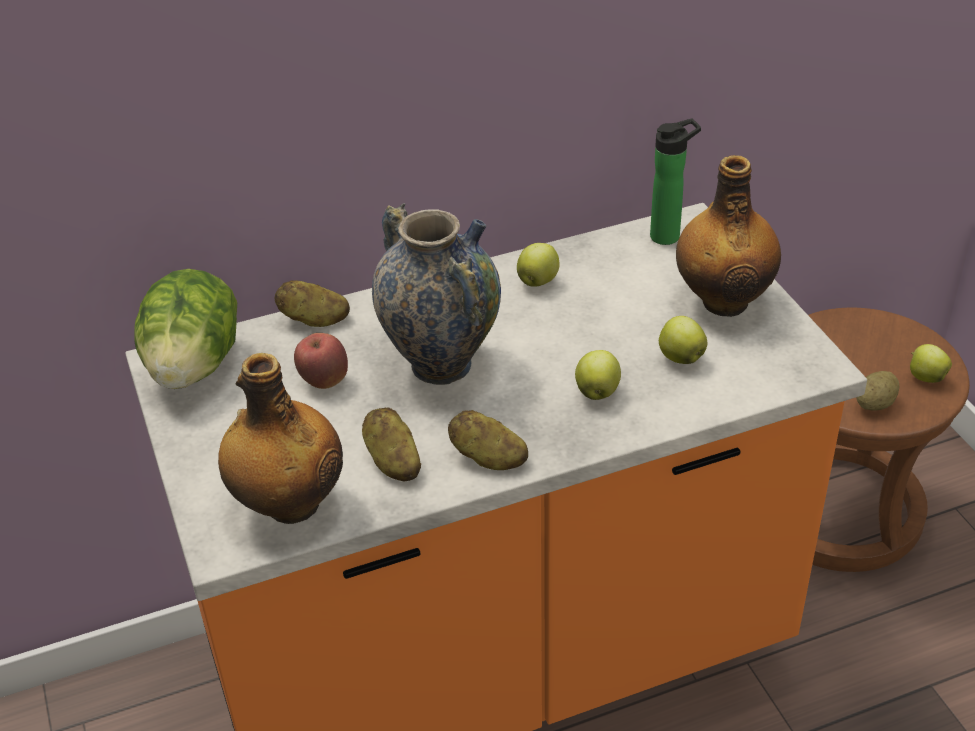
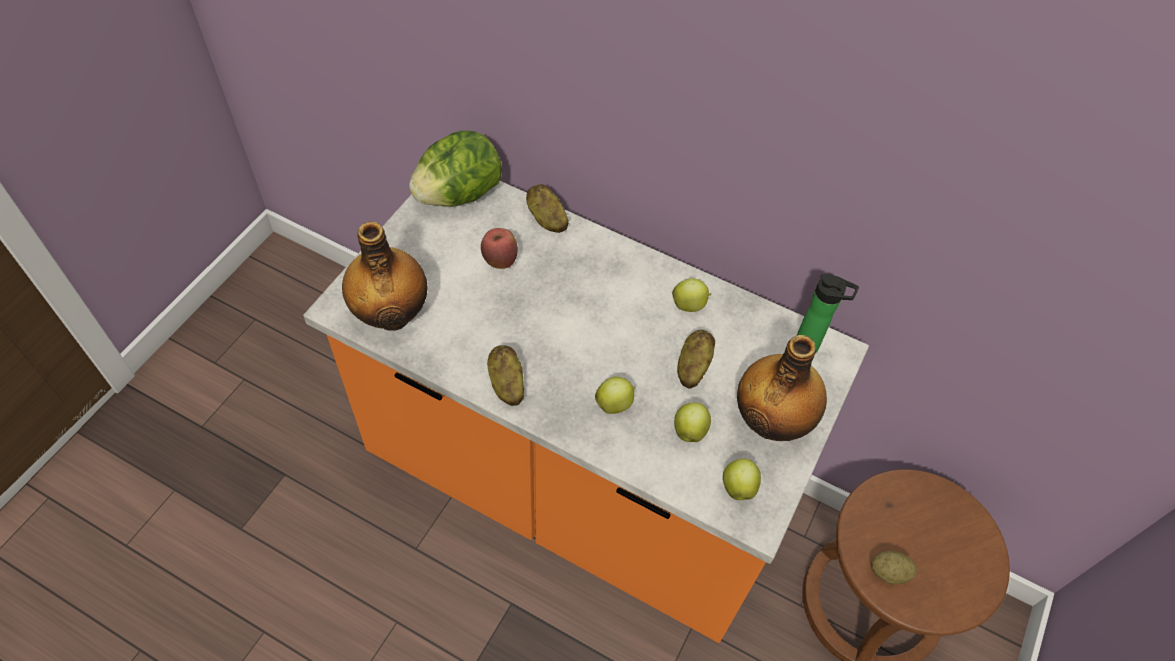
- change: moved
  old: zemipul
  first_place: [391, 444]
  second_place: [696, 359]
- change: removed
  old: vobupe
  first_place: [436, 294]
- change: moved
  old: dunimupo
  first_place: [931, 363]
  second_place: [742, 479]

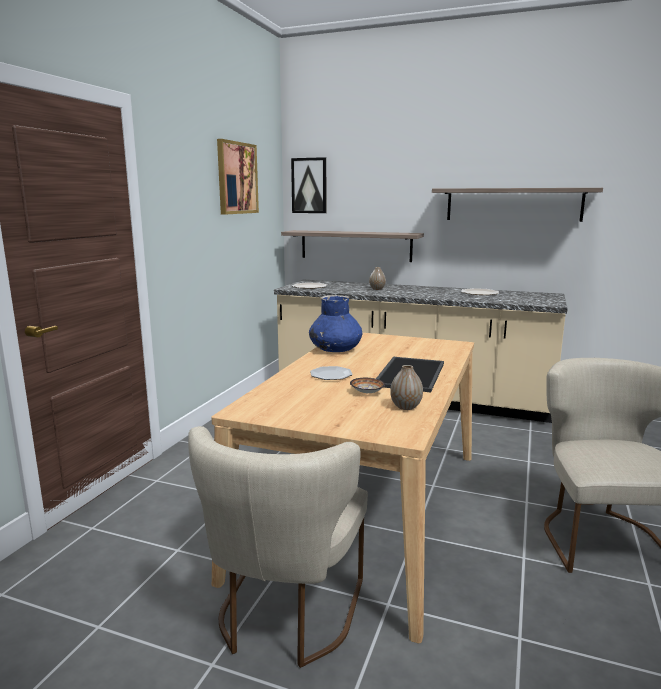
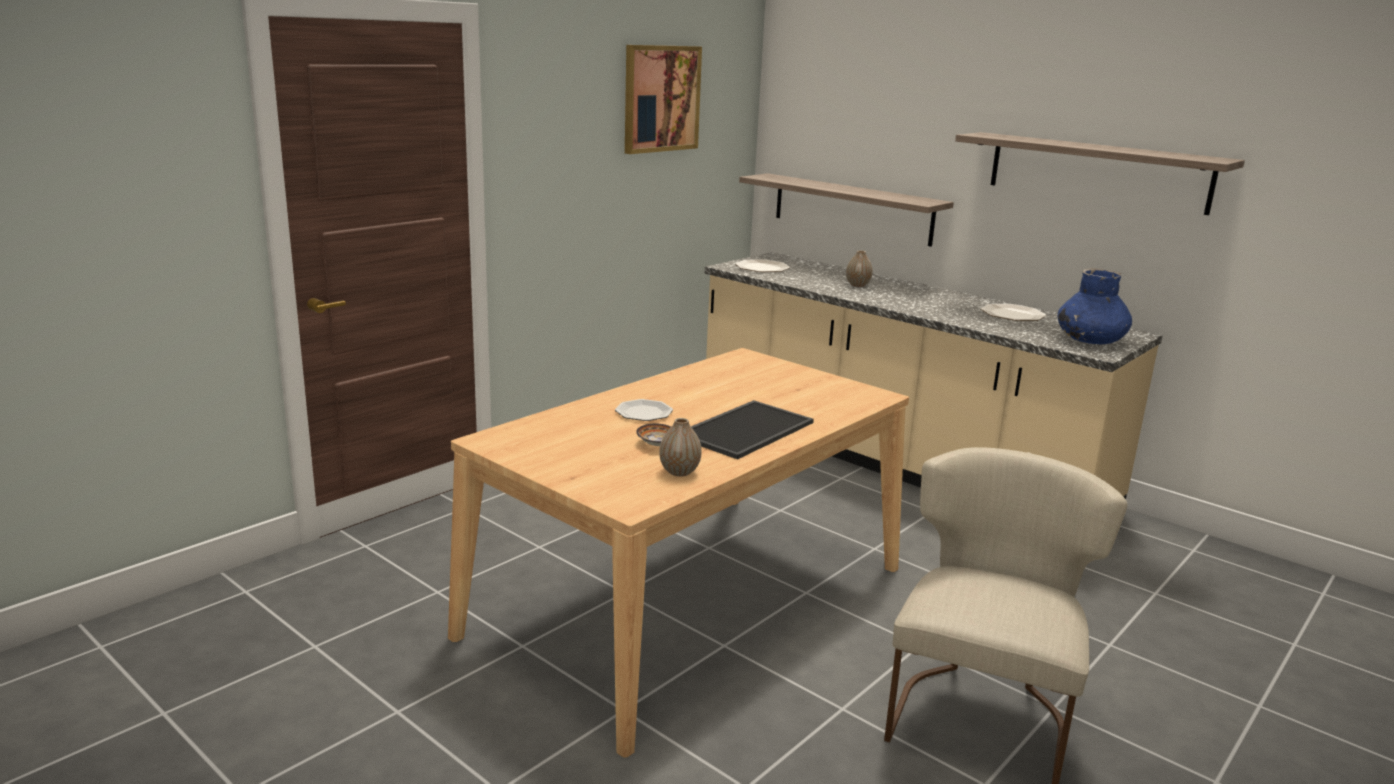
- change: removed
  old: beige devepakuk
  first_place: [278, 547]
- change: removed
  old: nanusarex
  first_place: [308, 185]
- change: moved
  old: blue vobupe
  first_place: [336, 323]
  second_place: [1095, 306]

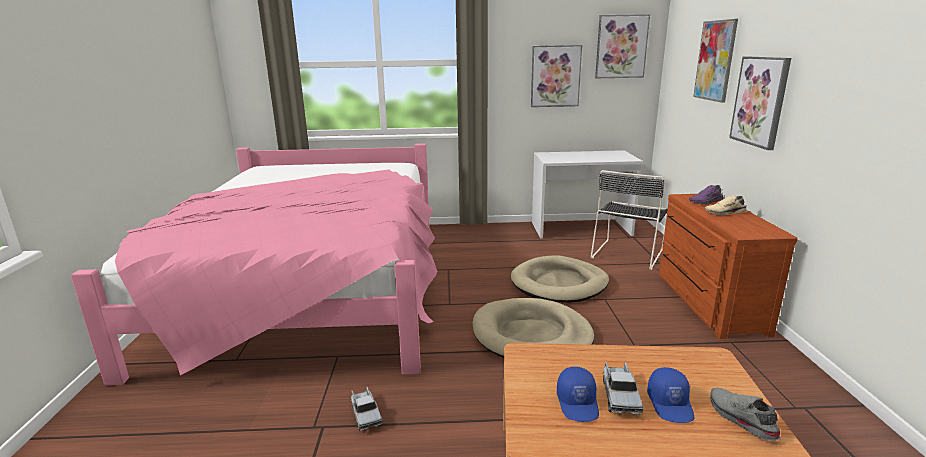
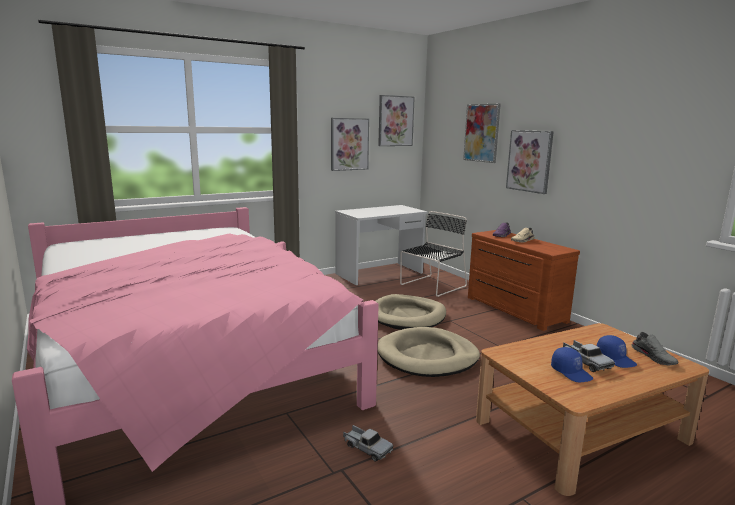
- change: turned
  old: black devepakuk
  first_place: [629, 220]
  second_place: [433, 254]
  degrees: -135
- change: turned
  old: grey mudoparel
  first_place: [745, 414]
  second_place: [655, 348]
  degrees: -150

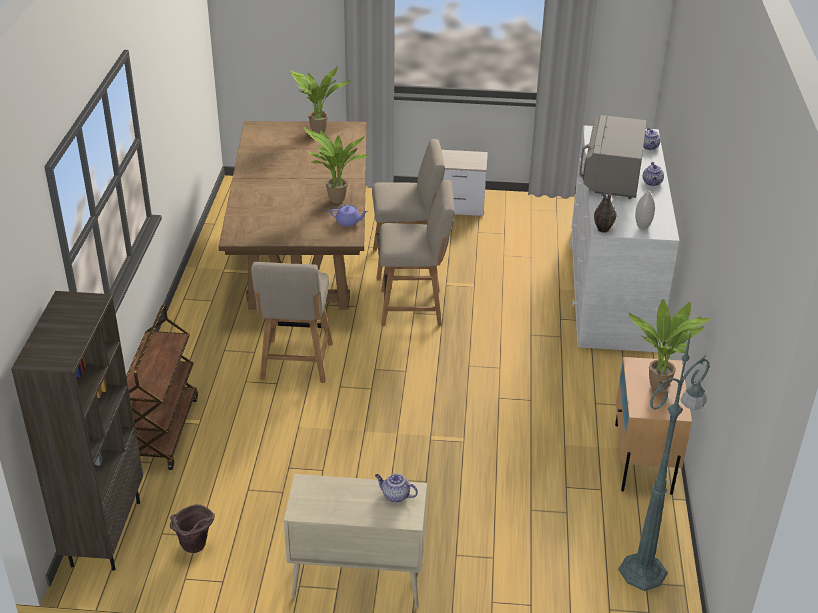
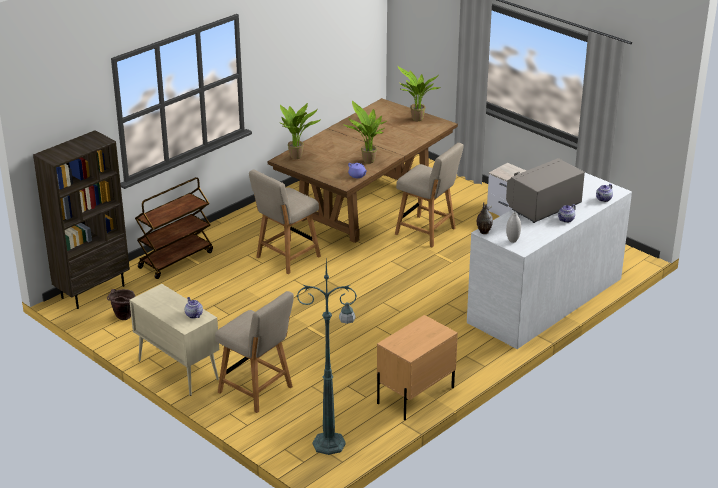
- change: moved
  old: beige devepakuk
  first_place: [417, 253]
  second_place: [254, 352]
- change: moved
  old: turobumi
  first_place: [670, 345]
  second_place: [300, 131]

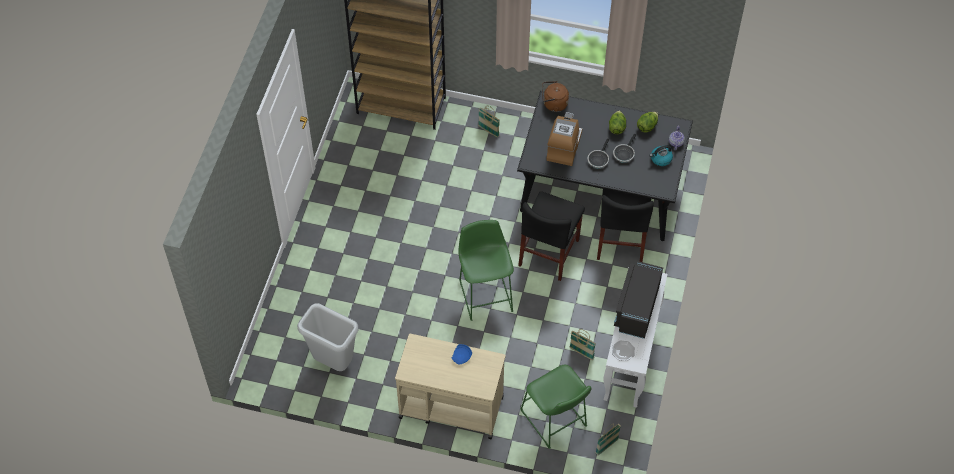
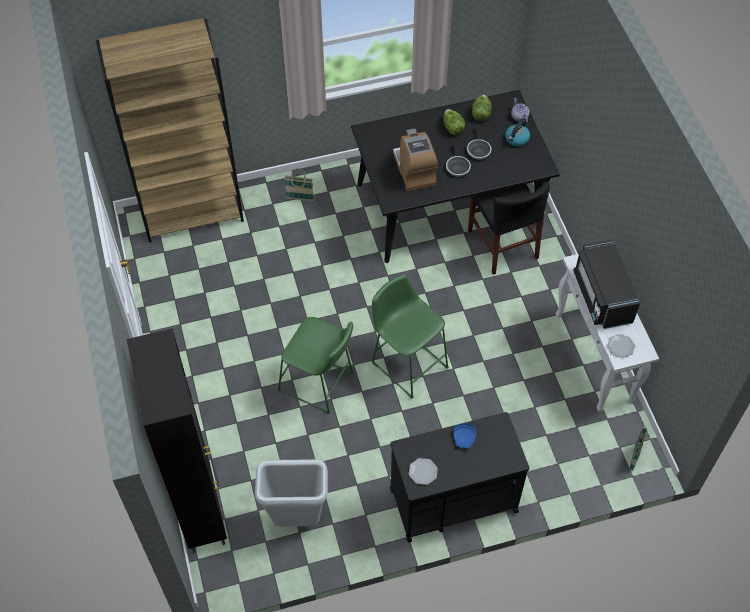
- change: recoloured
  old: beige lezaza
  new: black lezaza
  first_place: [450, 386]
  second_place: [459, 477]
- change: removed
  old: black devepakuk
  first_place: [551, 236]
- change: moved
  old: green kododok
  first_place: [555, 406]
  second_place: [315, 365]
- change: removed
  old: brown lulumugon
  first_place: [555, 96]
- change: removed
  old: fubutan
  first_place: [582, 344]
- change: added
  new: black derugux
  second_place: [177, 440]
- change: added
  new: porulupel
  second_place: [423, 471]

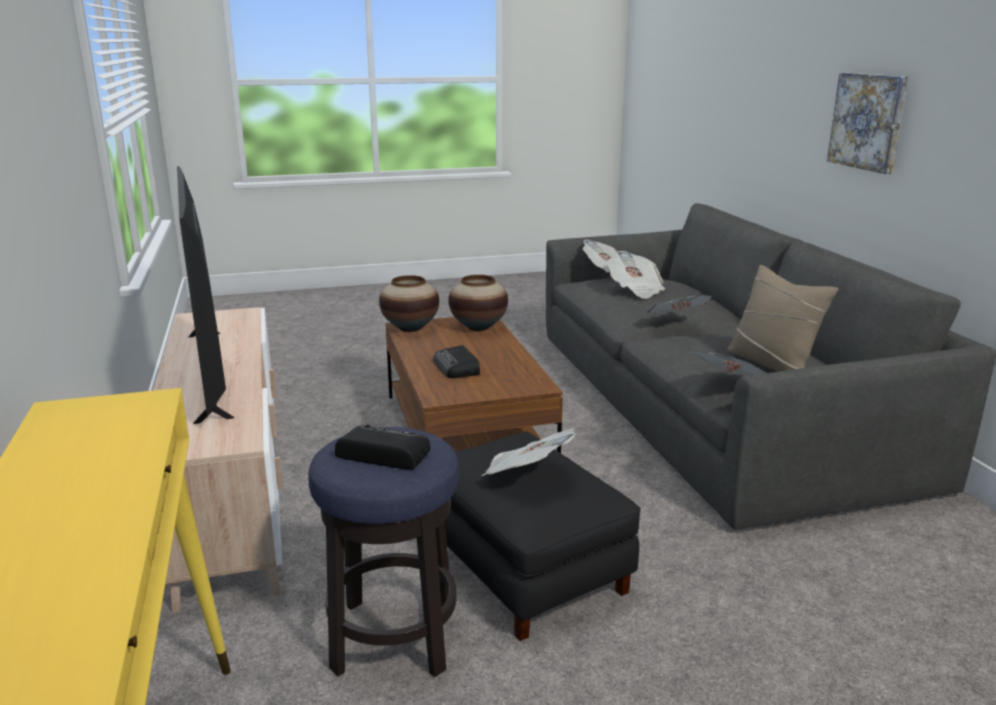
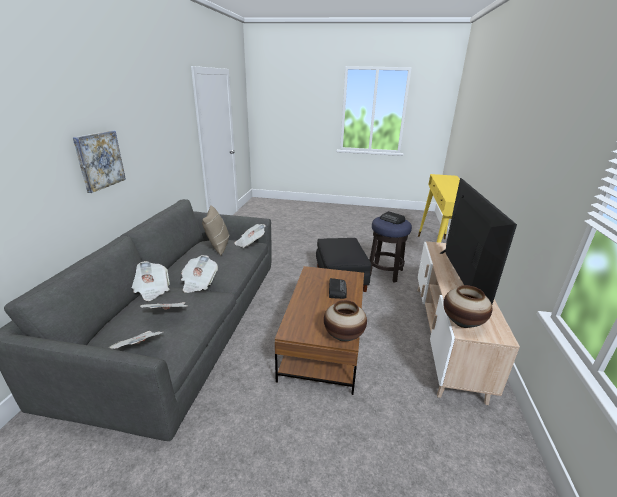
- change: moved
  old: vobupe
  first_place: [478, 303]
  second_place: [467, 306]
- change: moved
  old: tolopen
  first_place: [528, 452]
  second_place: [150, 281]

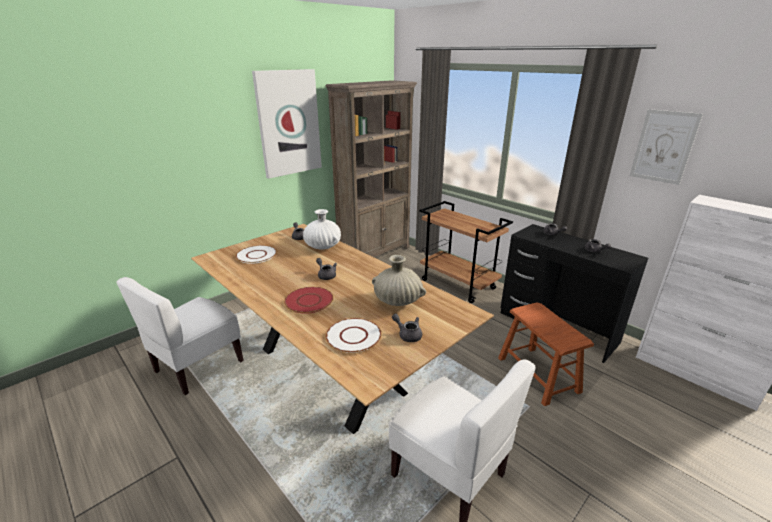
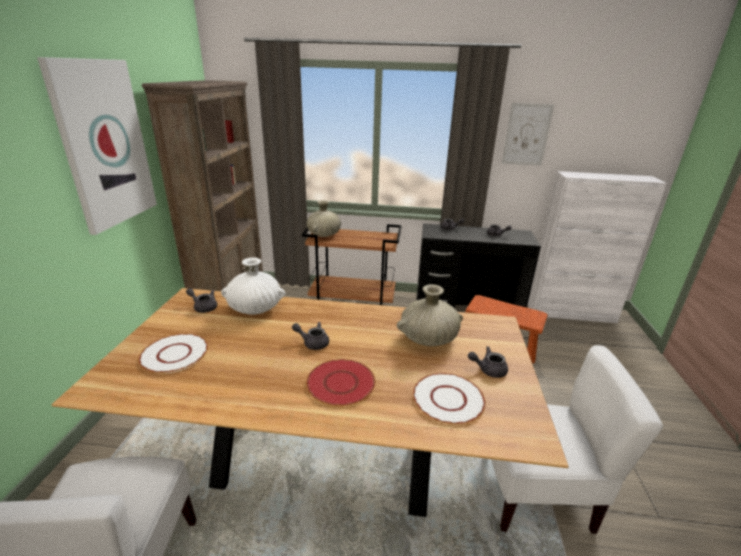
- change: added
  new: beige vobupe
  second_place: [323, 218]

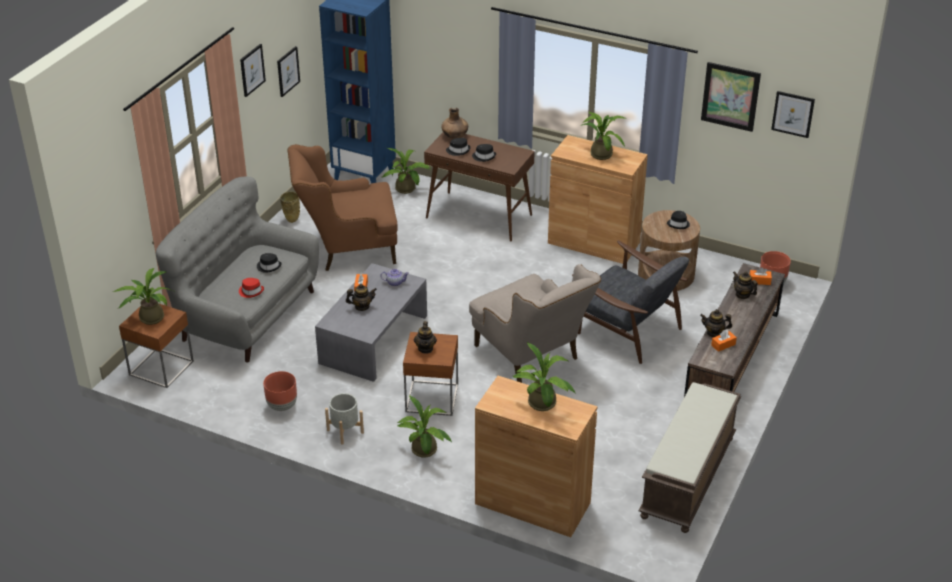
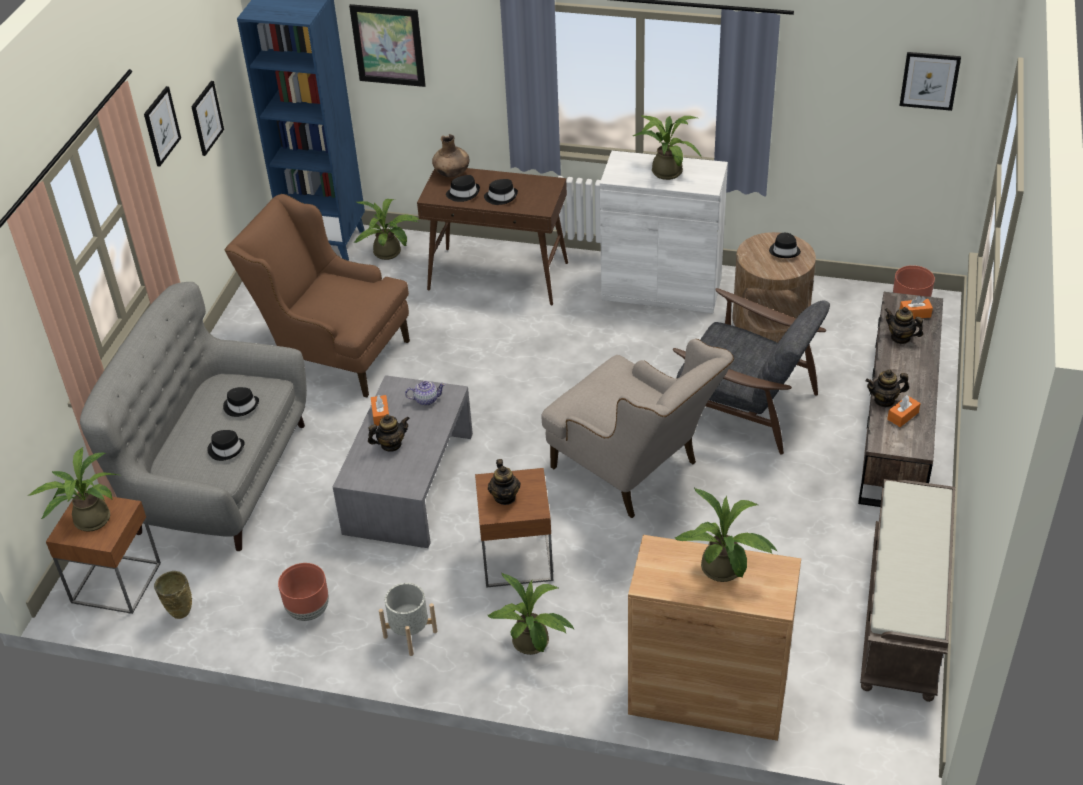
- change: recoloured
  old: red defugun
  new: black defugun
  first_place: [251, 288]
  second_place: [226, 445]
- change: moved
  old: beige vobupe
  first_place: [290, 207]
  second_place: [173, 595]
- change: turned
  old: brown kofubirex
  first_place: [342, 207]
  second_place: [317, 295]
  degrees: 45
- change: recoloured
  old: brown derugux
  new: white derugux
  first_place: [598, 199]
  second_place: [664, 232]
- change: moved
  old: nanusarex
  first_place: [731, 97]
  second_place: [387, 45]

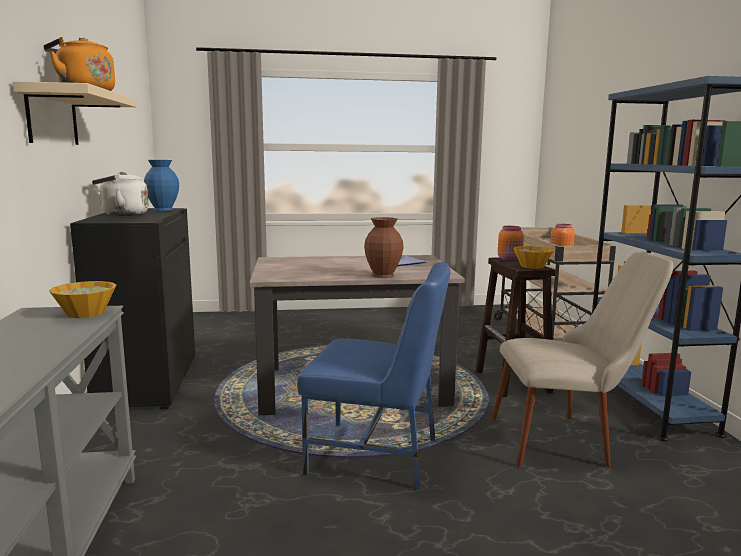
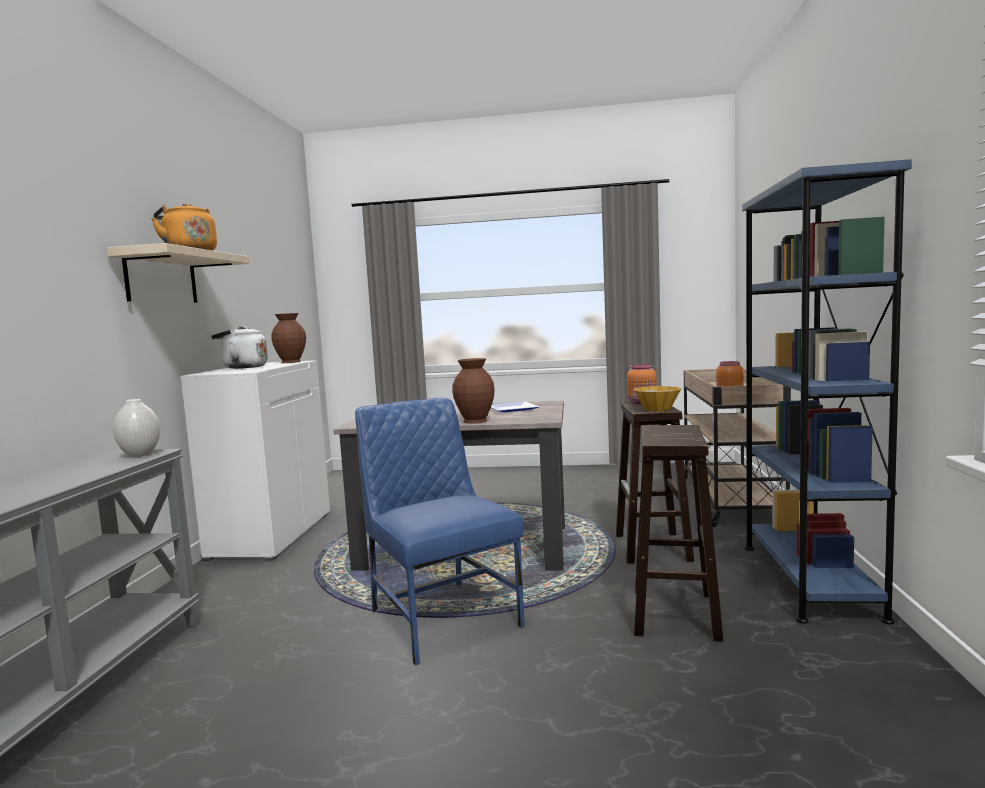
- change: replaced
  old: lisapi
  new: white vobupe
  first_place: [82, 299]
  second_place: [136, 428]
- change: recoloured
  old: black derugux
  new: white derugux
  first_place: [132, 309]
  second_place: [255, 460]
- change: recoloured
  old: blue vobupe
  new: brown vobupe
  first_place: [161, 185]
  second_place: [288, 338]
- change: turned
  old: blue devepakuk
  first_place: [373, 376]
  second_place: [440, 531]
  degrees: -150
- change: replaced
  old: beige devepakuk
  new: brown kododok
  first_place: [582, 360]
  second_place: [678, 533]

